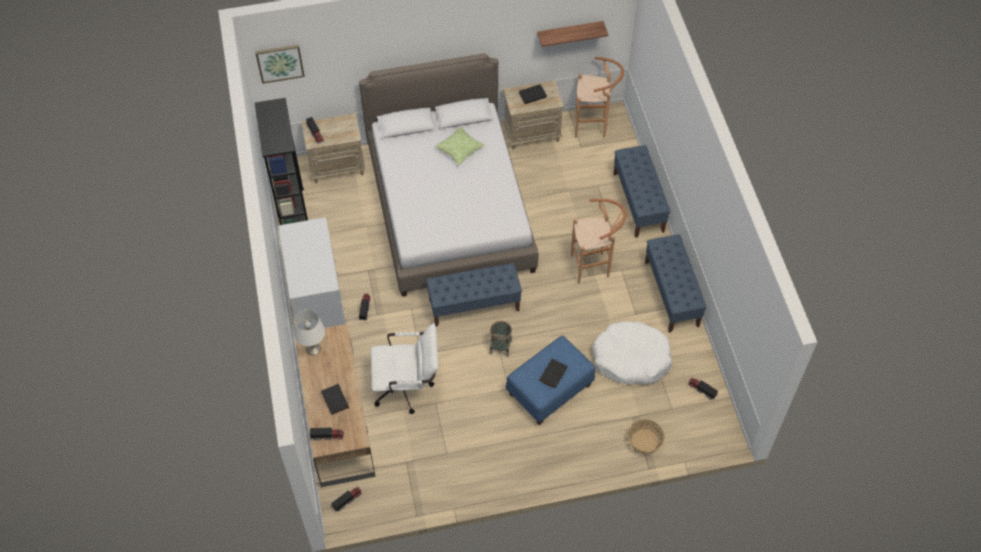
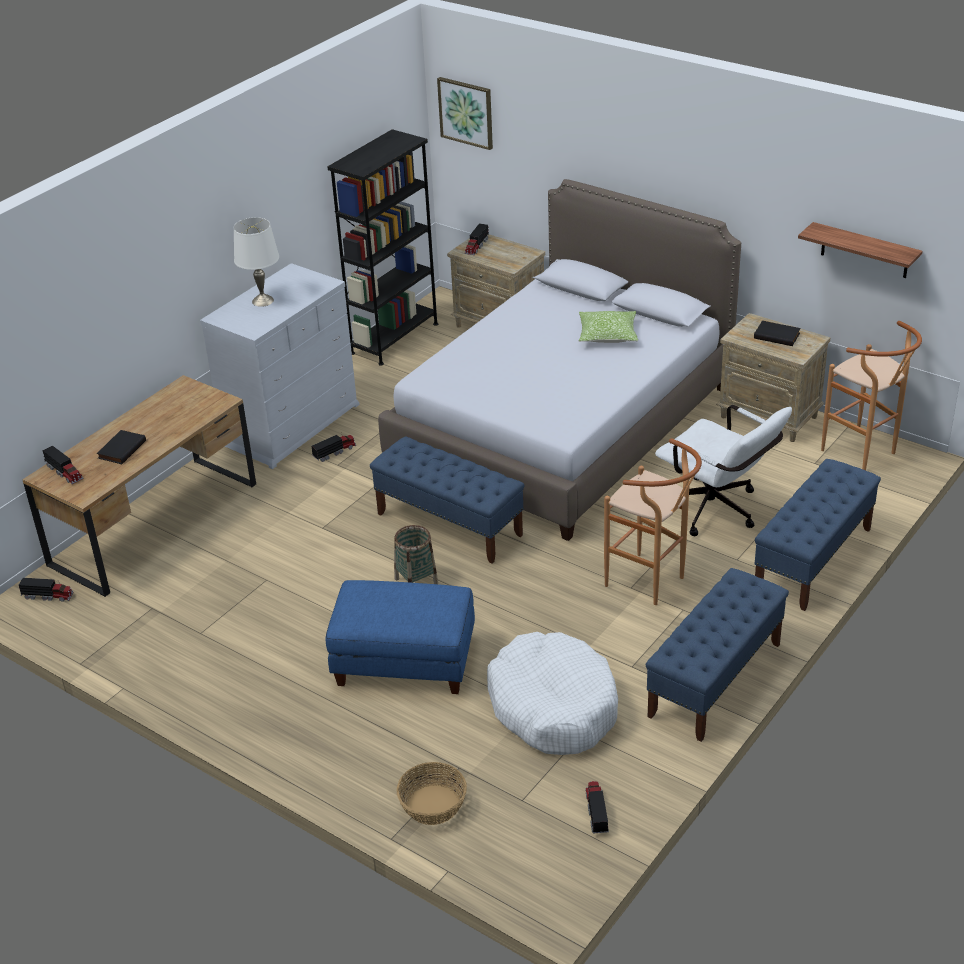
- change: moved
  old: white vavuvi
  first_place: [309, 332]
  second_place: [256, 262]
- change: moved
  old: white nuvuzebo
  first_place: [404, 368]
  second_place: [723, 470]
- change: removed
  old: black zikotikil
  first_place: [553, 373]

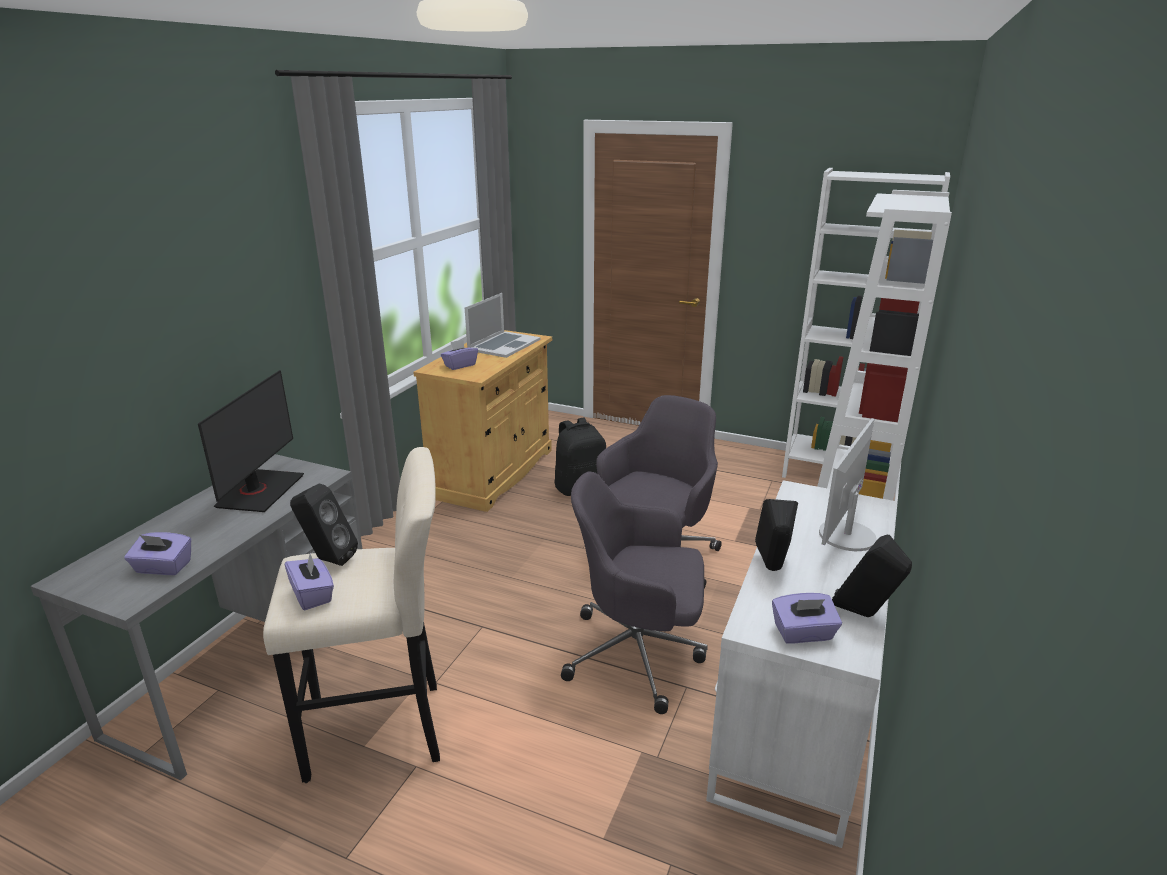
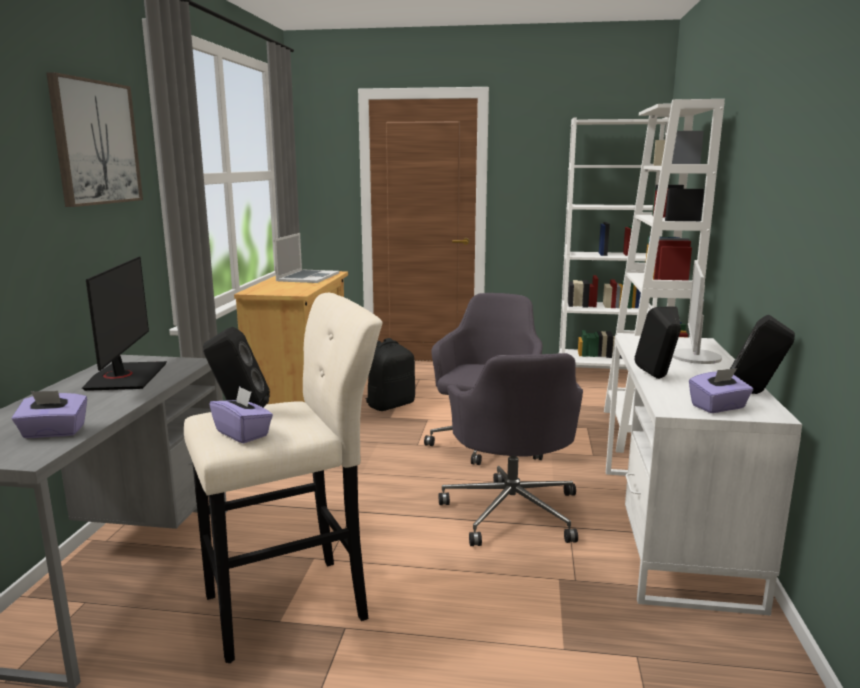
- change: removed
  old: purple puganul
  first_place: [459, 354]
- change: turned
  old: grey nuvuzebo
  first_place: [634, 592]
  second_place: [511, 449]
  degrees: -90
- change: added
  new: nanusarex
  second_place: [94, 139]

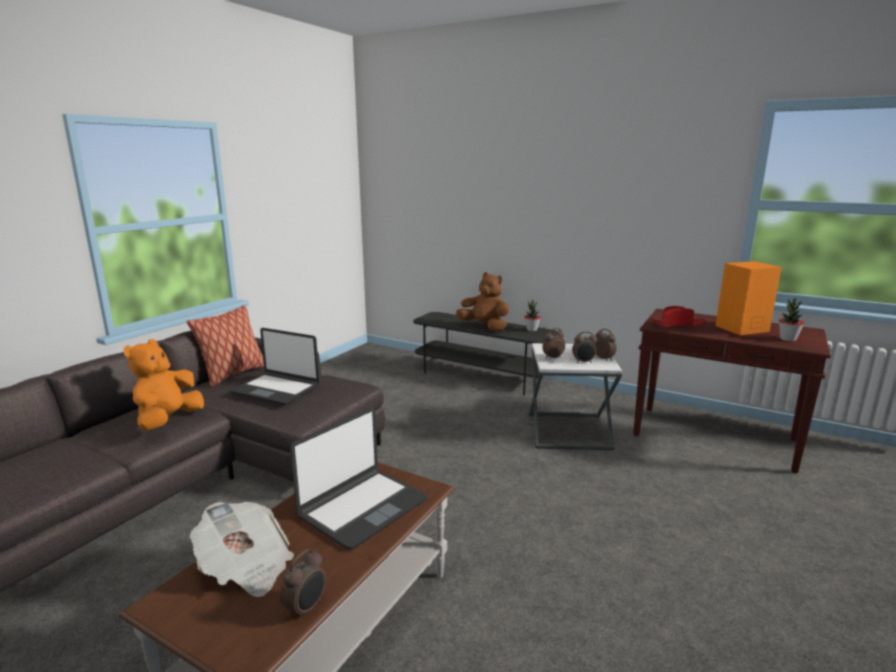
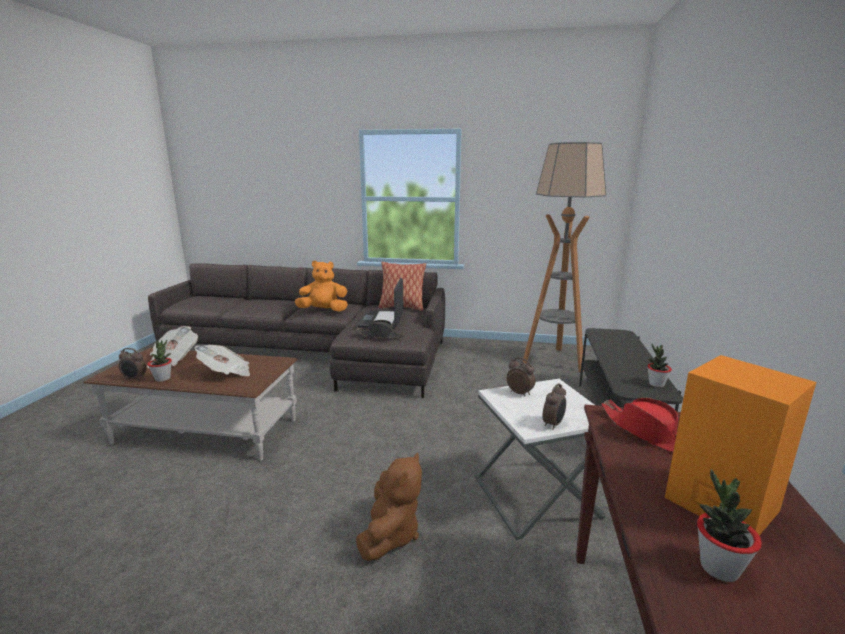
- change: replaced
  old: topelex
  new: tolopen
  first_place: [359, 479]
  second_place: [222, 360]
- change: moved
  old: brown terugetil
  first_place: [482, 301]
  second_place: [389, 506]
- change: removed
  old: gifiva
  first_place: [584, 347]
- change: added
  new: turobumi
  second_place: [159, 361]
- change: added
  new: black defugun
  second_place: [380, 329]
- change: added
  new: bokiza
  second_place: [564, 257]

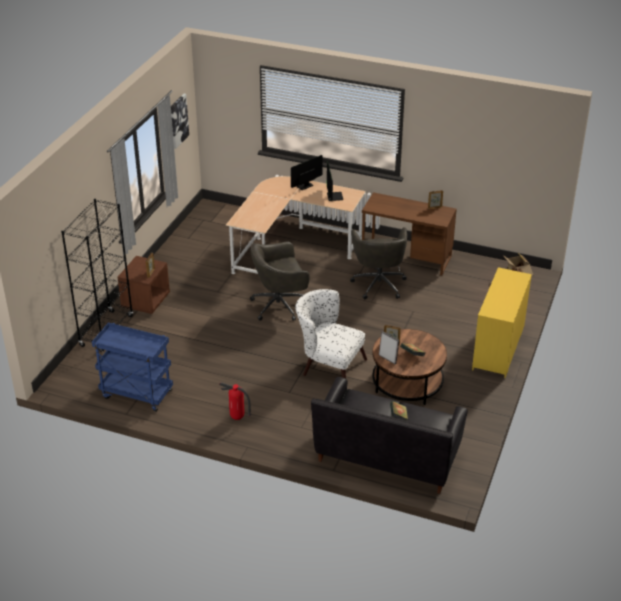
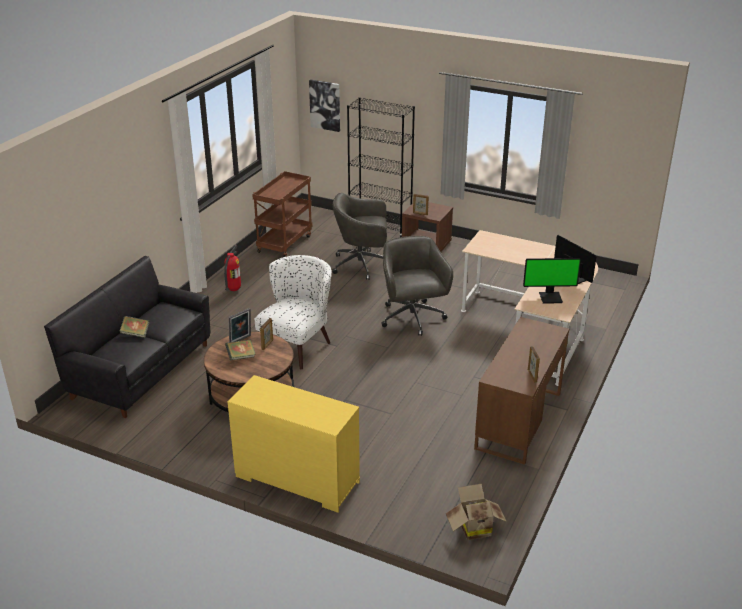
- change: recoloured
  old: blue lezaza
  new: brown lezaza
  first_place: [132, 367]
  second_place: [282, 214]
- change: moved
  old: nanusarex
  first_place: [180, 121]
  second_place: [324, 105]
- change: moved
  old: grey nuvuzebo
  first_place: [378, 263]
  second_place: [359, 236]

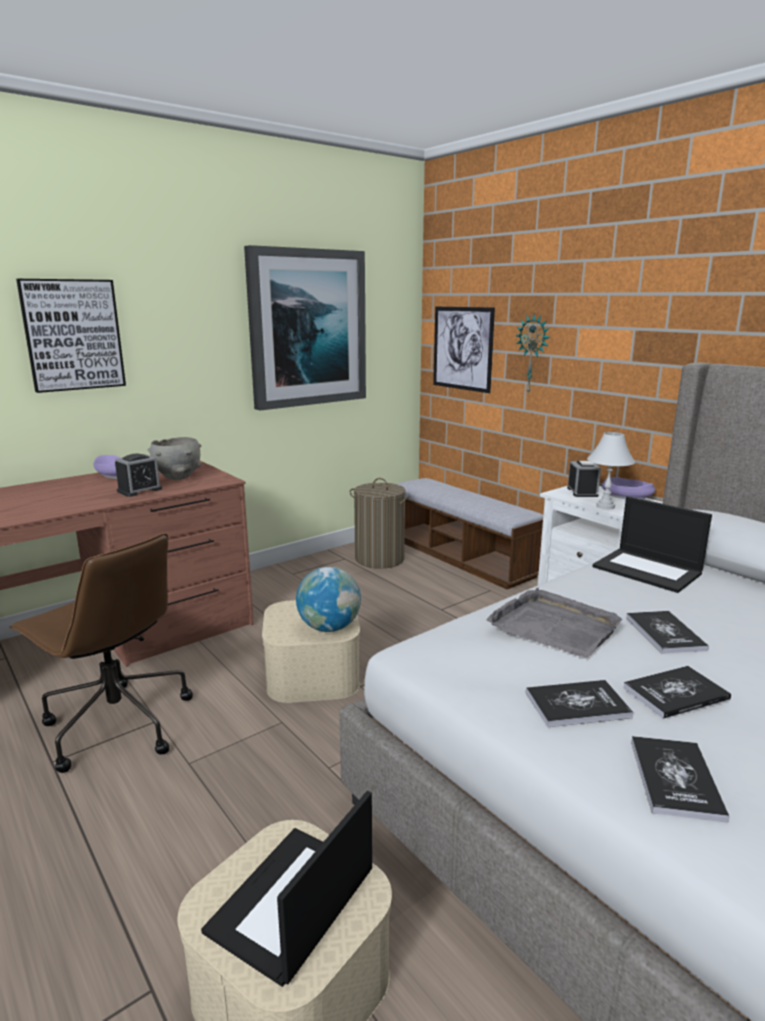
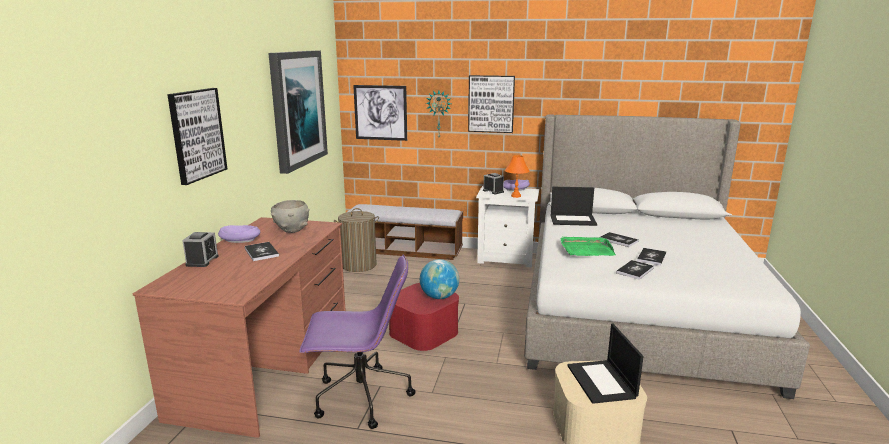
- change: recoloured
  old: brown nuvuzebo
  new: purple nuvuzebo
  first_place: [101, 653]
  second_place: [357, 342]
- change: moved
  old: gifiva
  first_place: [138, 475]
  second_place: [200, 249]
- change: recoloured
  old: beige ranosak
  new: red ranosak
  first_place: [311, 651]
  second_place: [424, 317]
- change: recoloured
  old: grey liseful
  new: green liseful
  first_place: [554, 623]
  second_place: [588, 246]
- change: recoloured
  old: white vavuvi
  new: orange vavuvi
  first_place: [611, 470]
  second_place: [517, 176]
- change: moved
  old: zikotikil
  first_place: [680, 779]
  second_place: [262, 251]
- change: added
  new: nanusarex
  second_place: [491, 104]

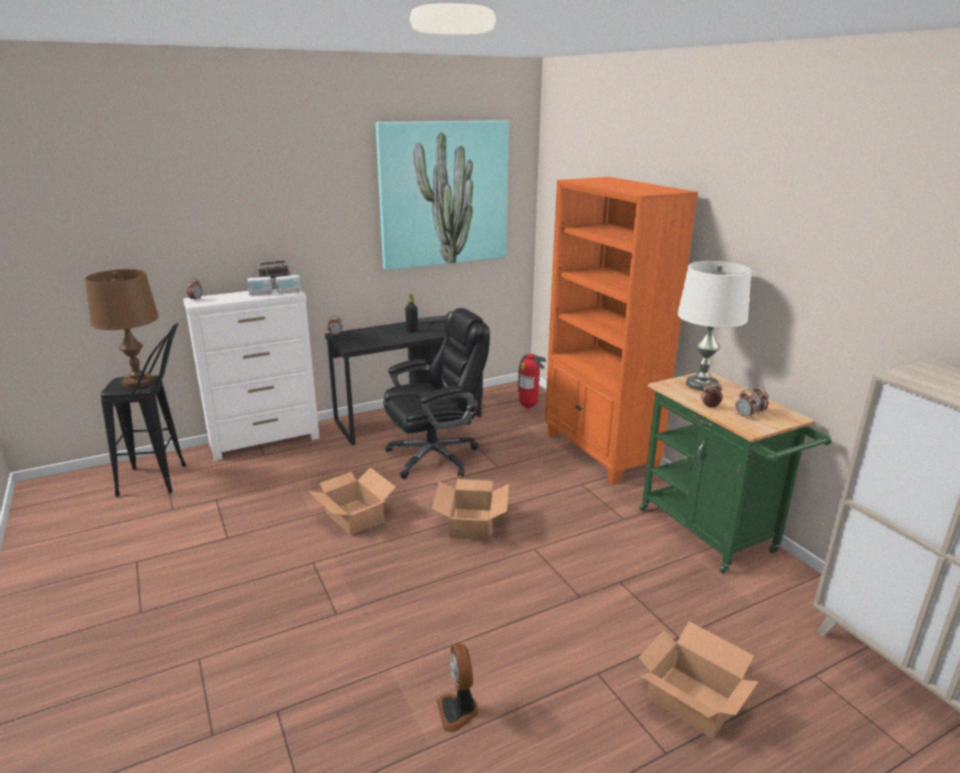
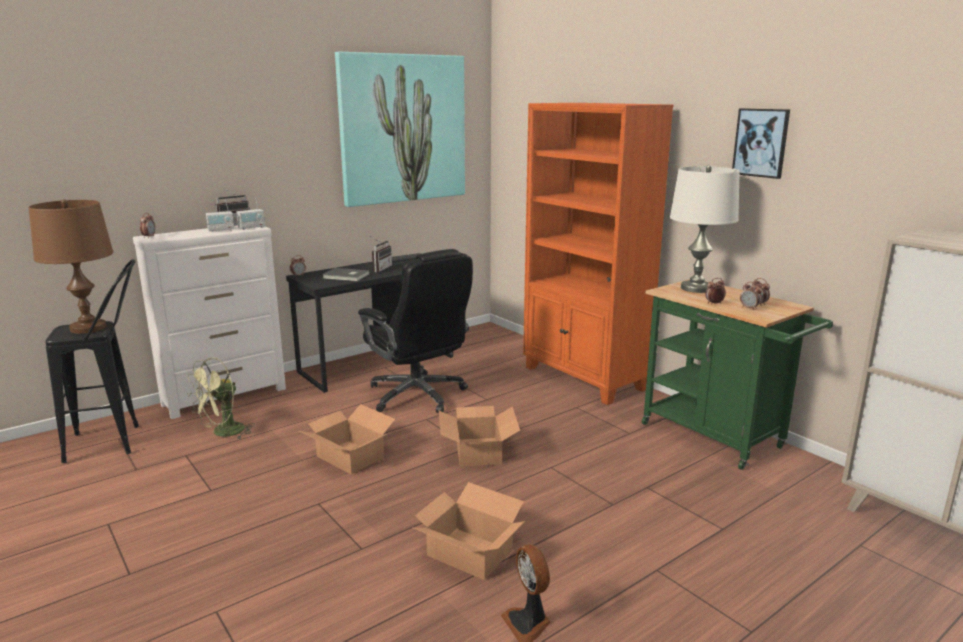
- change: turned
  old: black nuvuzebo
  first_place: [436, 393]
  second_place: [415, 331]
  degrees: 90
- change: replaced
  old: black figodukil
  new: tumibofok
  first_place: [411, 313]
  second_place: [381, 254]
- change: removed
  old: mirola
  first_place: [531, 381]
- change: moved
  old: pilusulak
  first_place: [698, 679]
  second_place: [468, 531]
- change: added
  new: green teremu
  second_place: [221, 398]
- change: added
  new: grey zikotikil
  second_place: [346, 274]
- change: added
  new: nanusarex
  second_place: [761, 143]

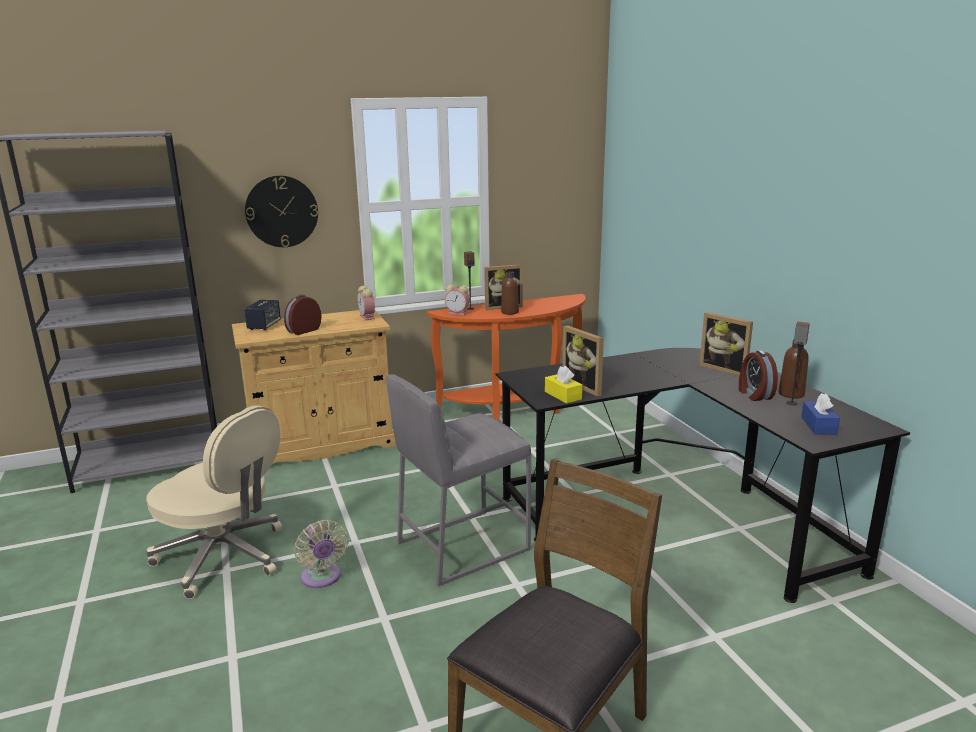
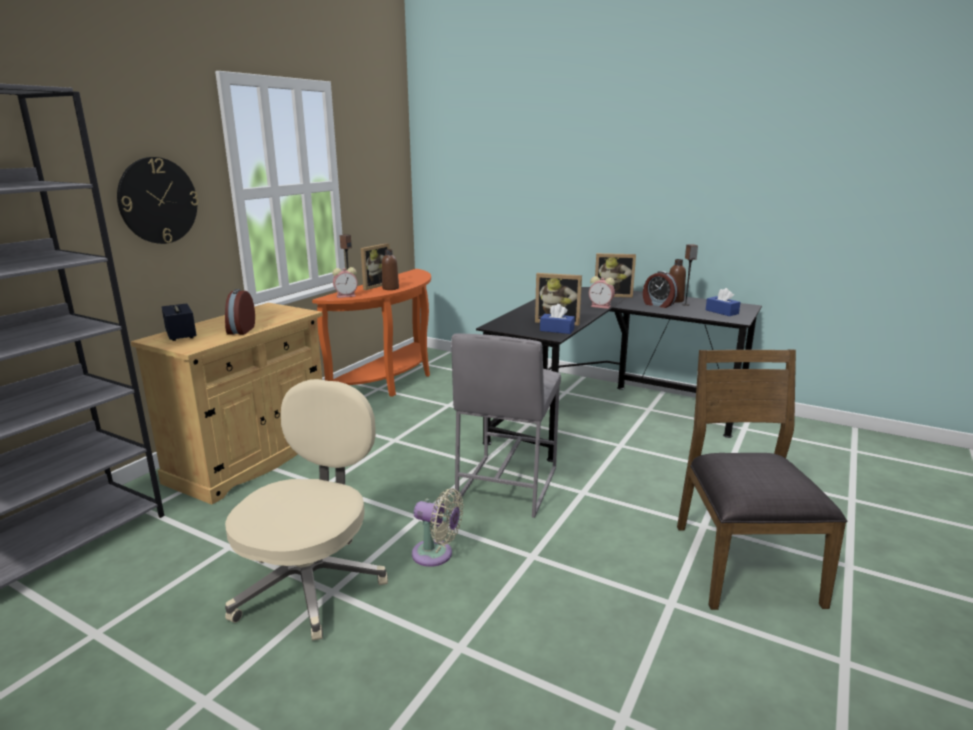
- change: turned
  old: beige nuvuzebo
  first_place: [214, 502]
  second_place: [306, 510]
  degrees: -60
- change: moved
  old: gifiva
  first_place: [366, 303]
  second_place: [602, 292]
- change: recoloured
  old: yellow puganul
  new: blue puganul
  first_place: [563, 385]
  second_place: [557, 319]

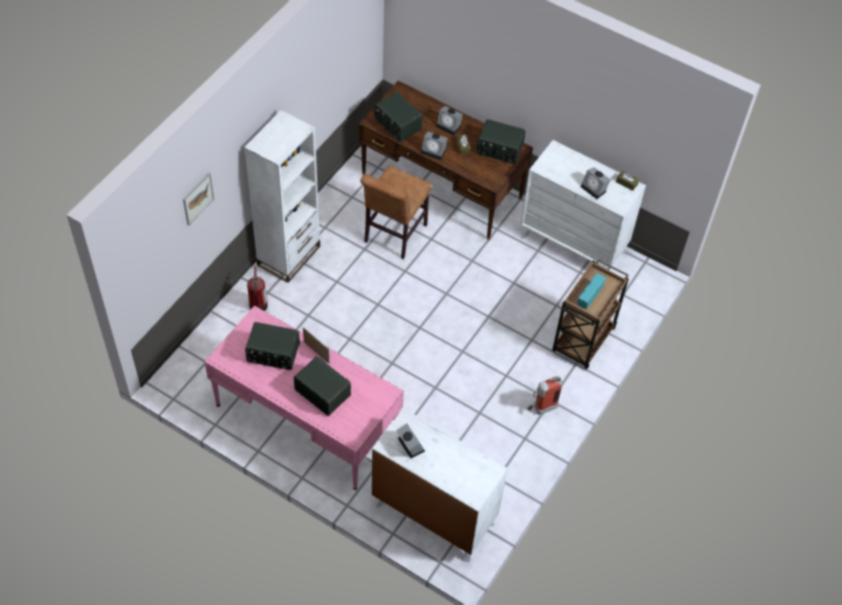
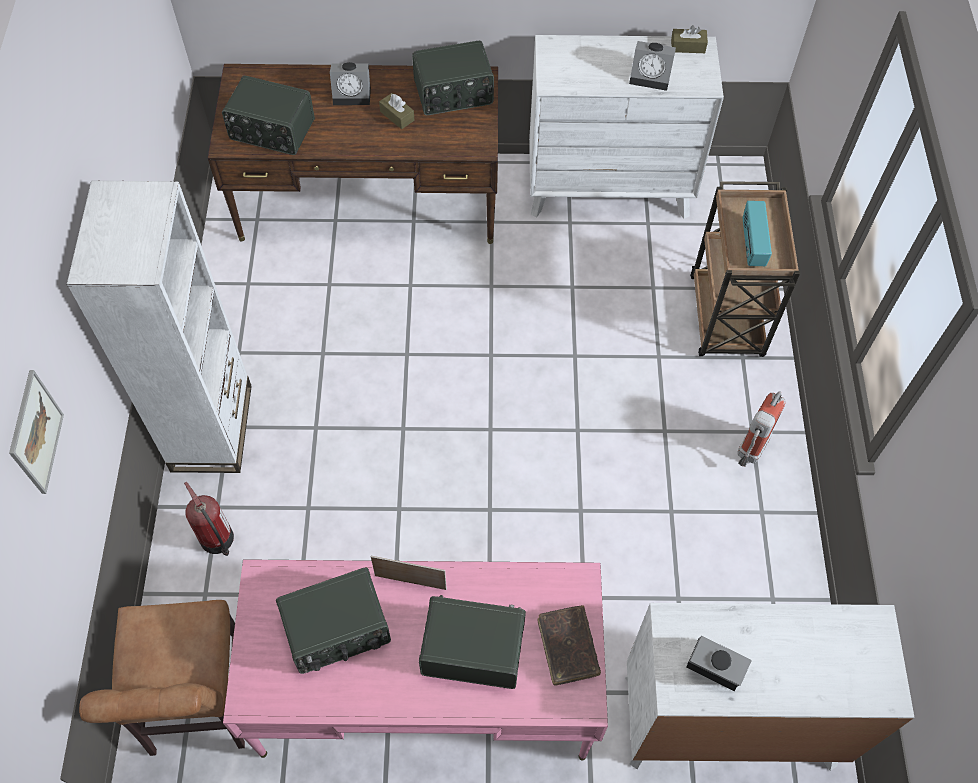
- change: moved
  old: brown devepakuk
  first_place: [395, 212]
  second_place: [162, 678]
- change: removed
  old: gifiva
  first_place: [434, 146]
- change: added
  new: brown zikotikil
  second_place: [569, 645]

